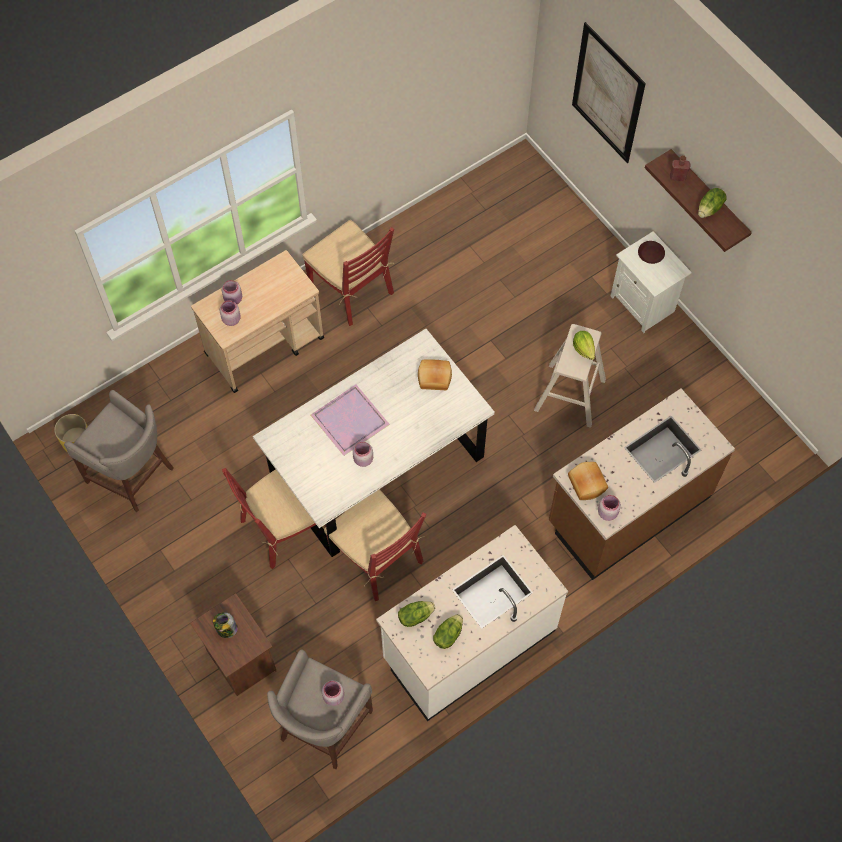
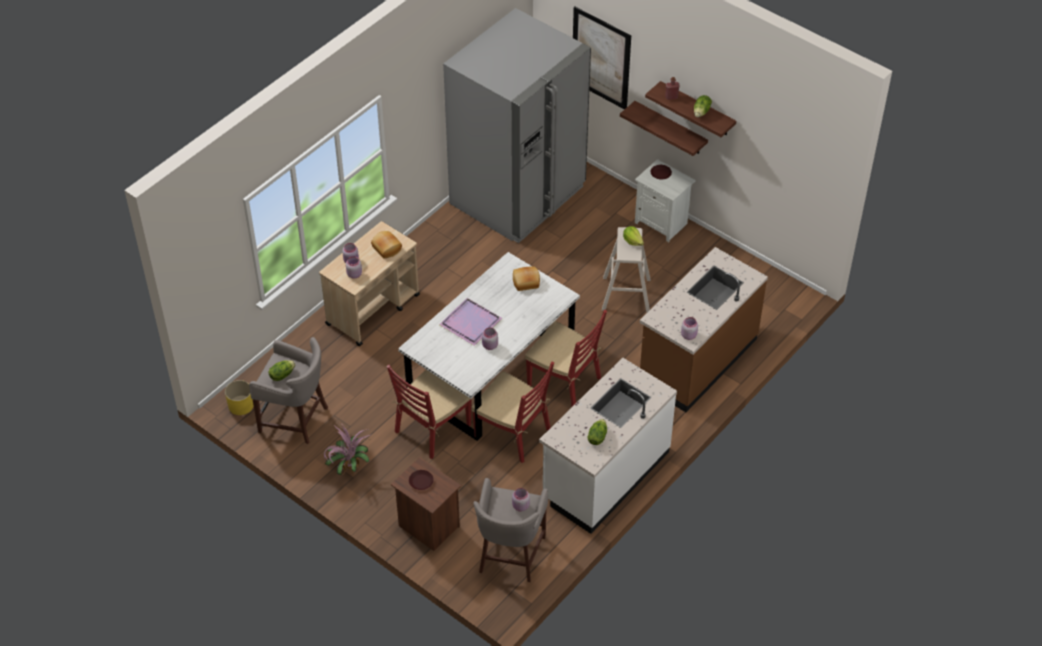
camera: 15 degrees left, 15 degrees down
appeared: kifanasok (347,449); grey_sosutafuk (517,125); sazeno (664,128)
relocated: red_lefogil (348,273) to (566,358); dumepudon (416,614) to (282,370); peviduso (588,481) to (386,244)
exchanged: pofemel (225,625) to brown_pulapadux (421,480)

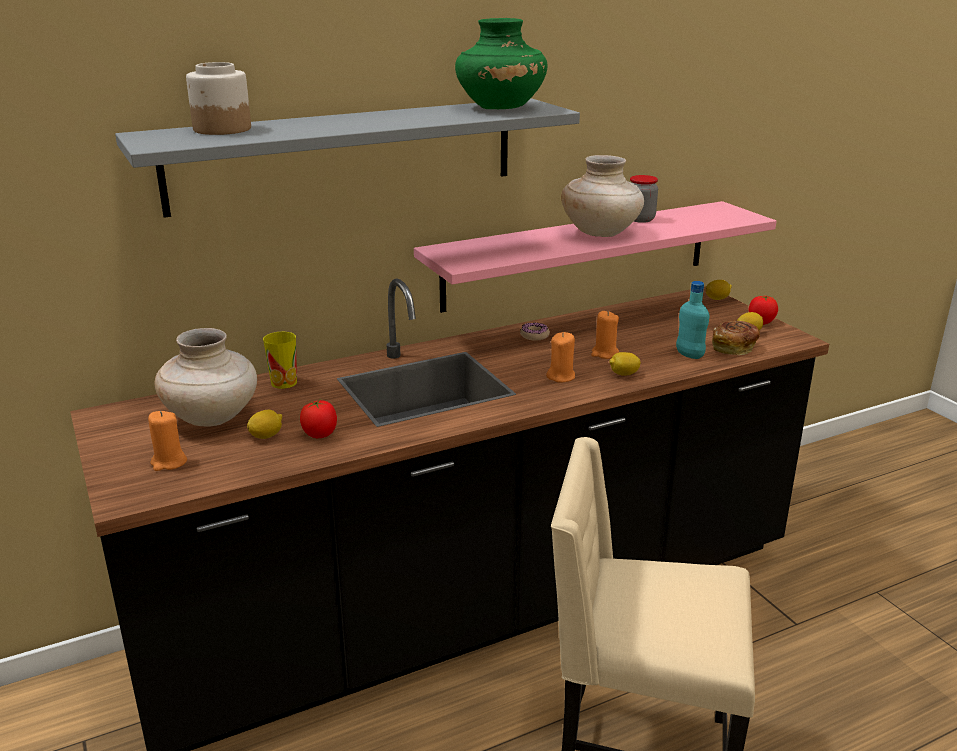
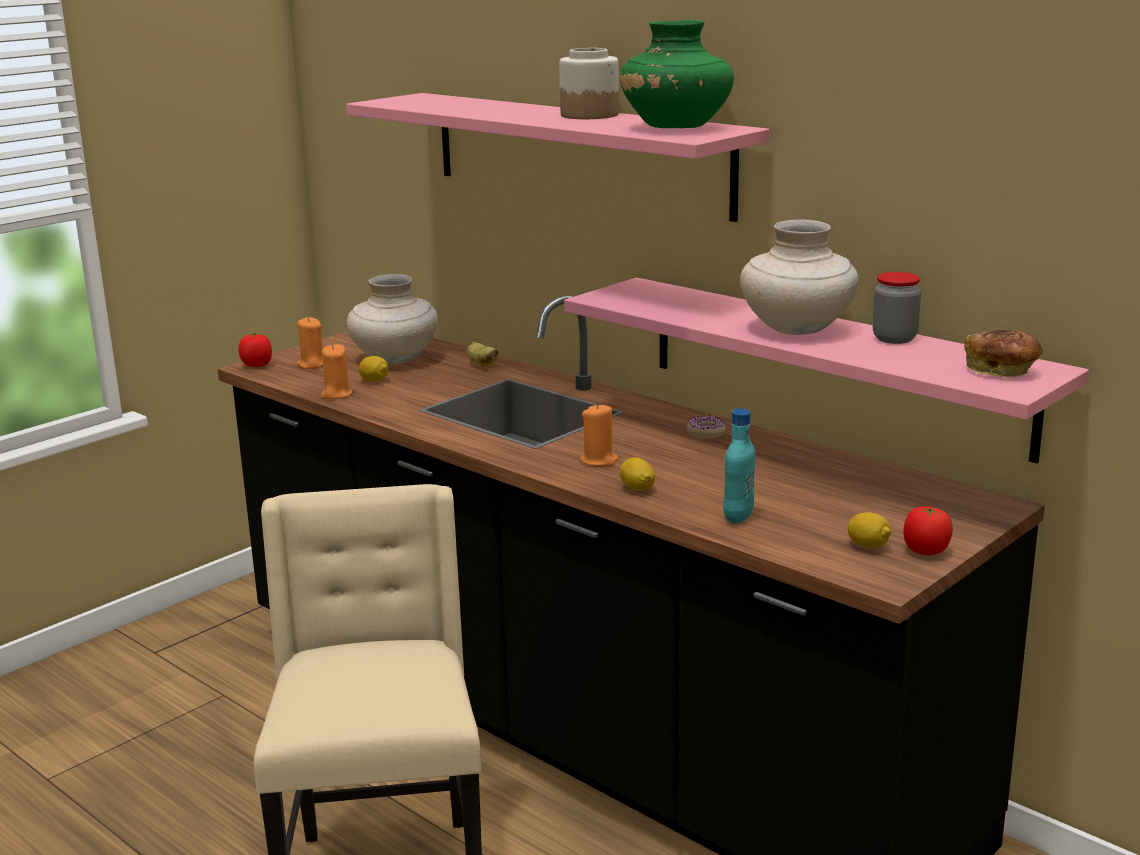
camera: 70 degrees right, 5 degrees down
missing: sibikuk (718,290)
relocated: pofemel (218,98) to (589,83); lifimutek (318,419) to (255,350); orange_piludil (605,335) to (336,372); peviduso (736,337) to (1003,353)
exchanged: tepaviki (280,360) to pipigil (483,354)
colour: grey_sazeno (347,158) to pink_sazeno (557,157)

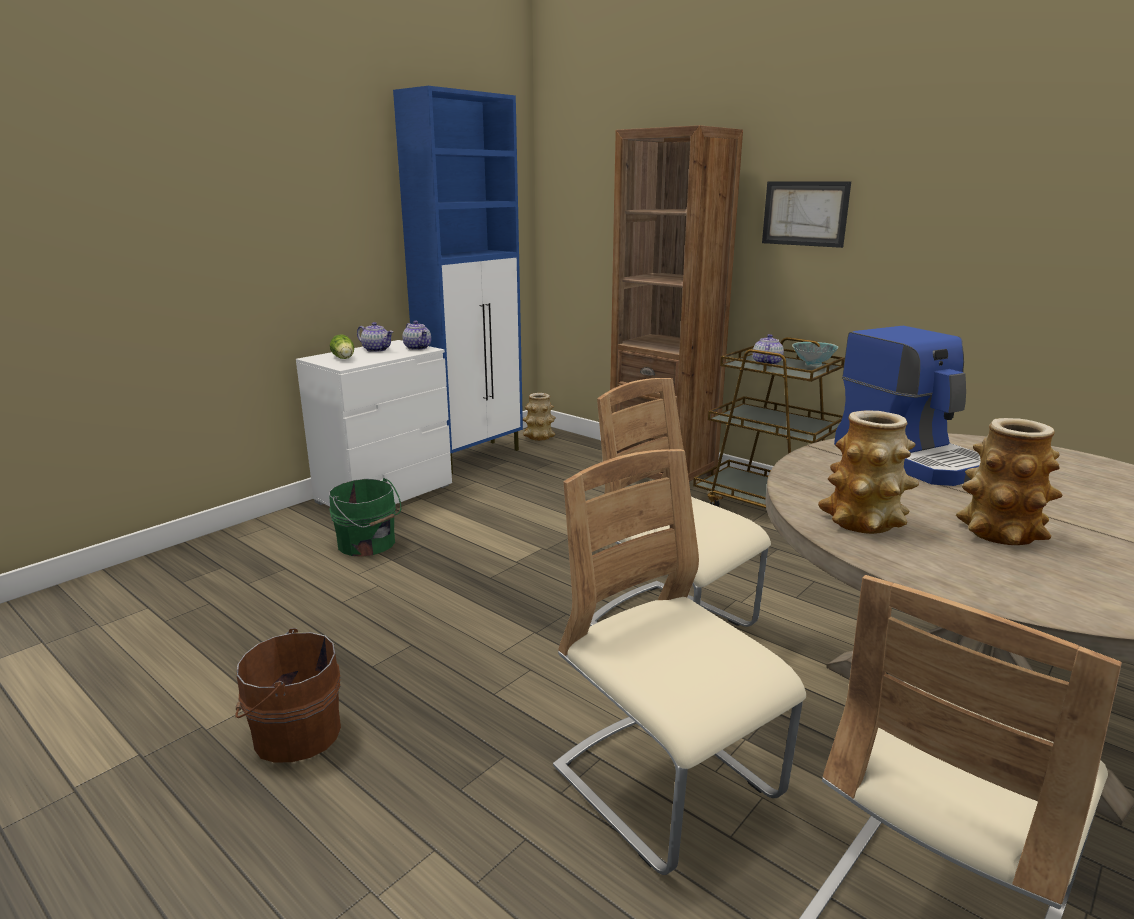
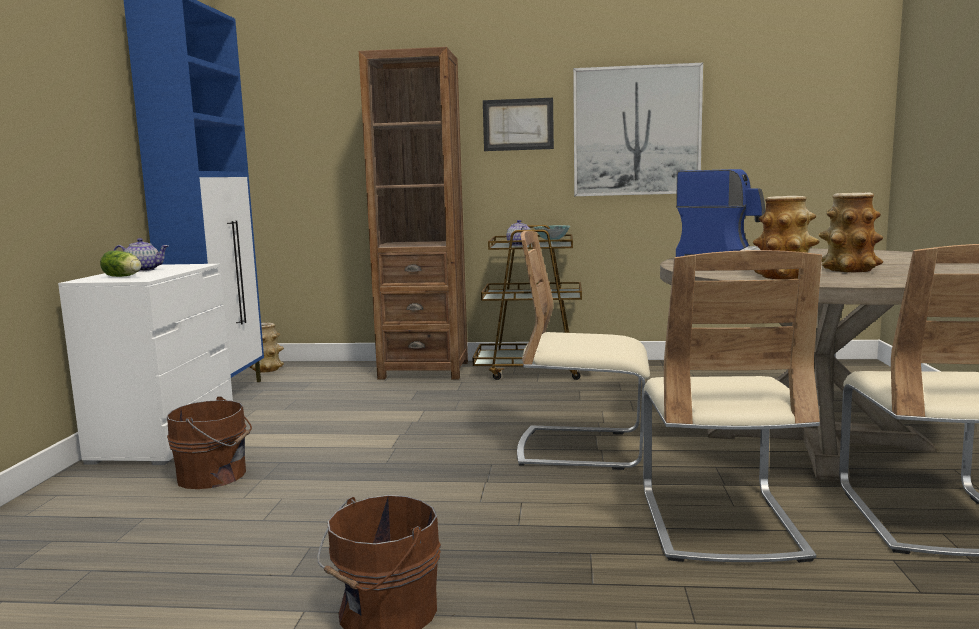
camera: 35 degrees left, 10 degrees down
missing: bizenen (416,335)
appeared: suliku (638,129)
colour: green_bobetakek (365,517) to brown_bobetakek (209,442)
spun: beige_lefogil (679,662) = (732,406) 105 degrees counterclockwise

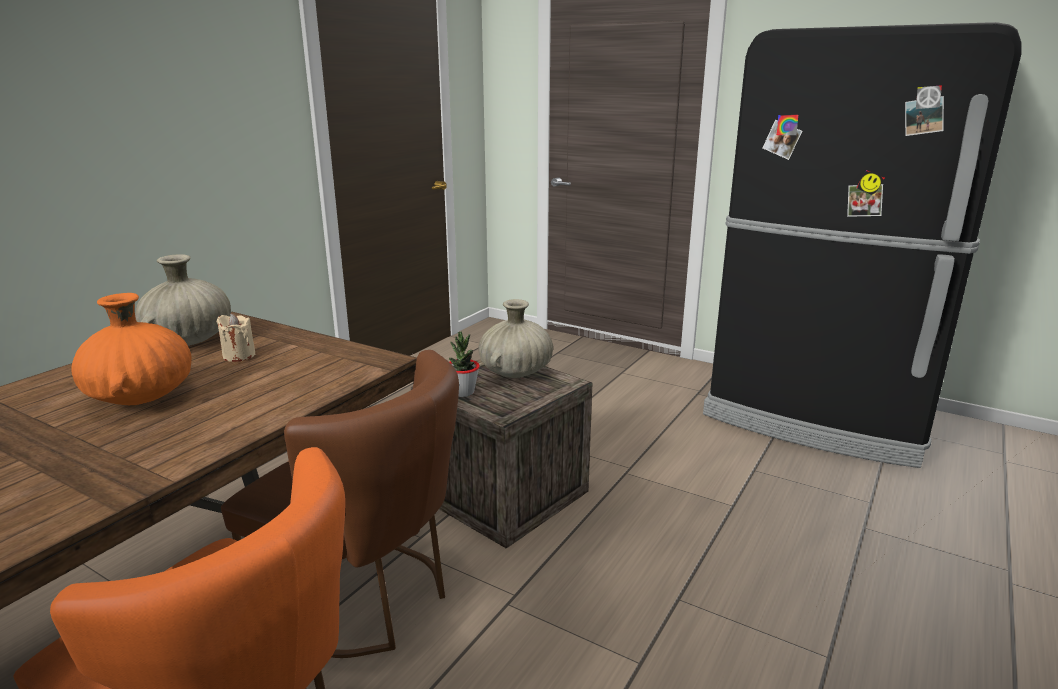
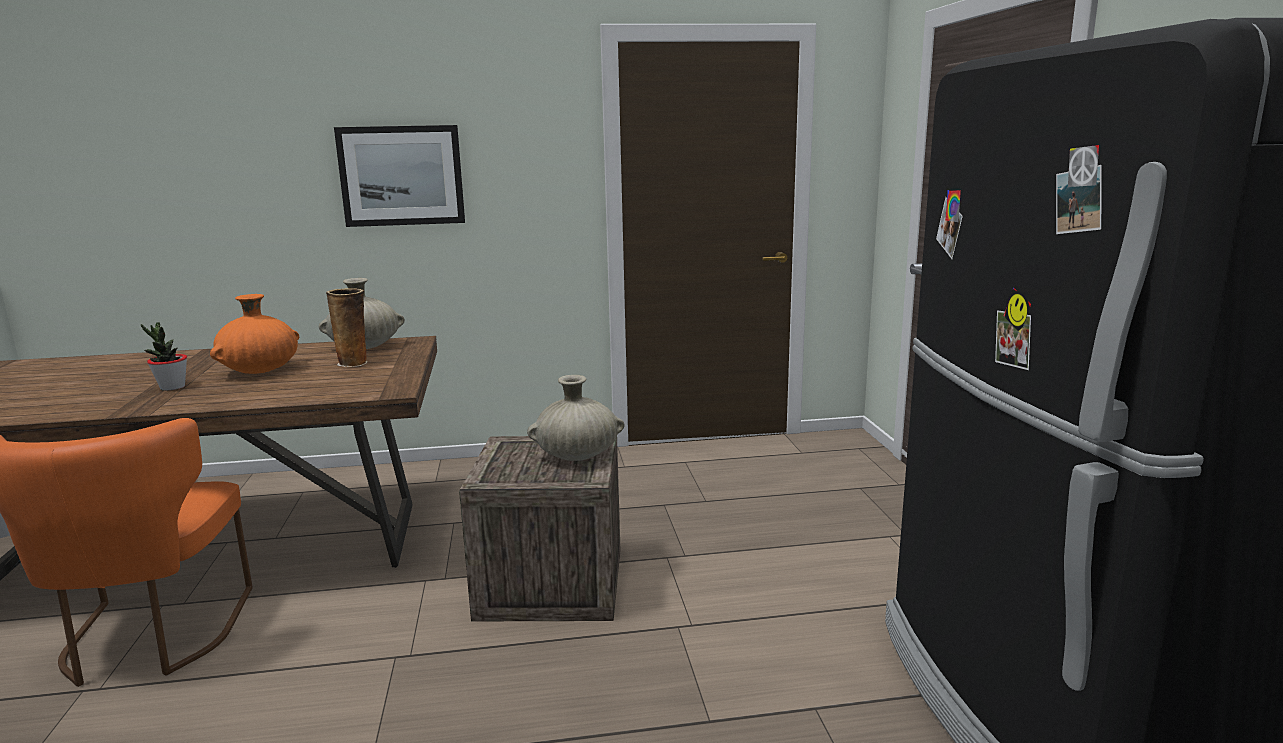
camera: 50 degrees right, 5 degrees down
missing: brown_lefogil (340,504)
appeared: suliku (399,176)
relocated: kifanasok (464,364) to (164,356)
exchanged: beige_piludil (236,338) to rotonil (347,327)

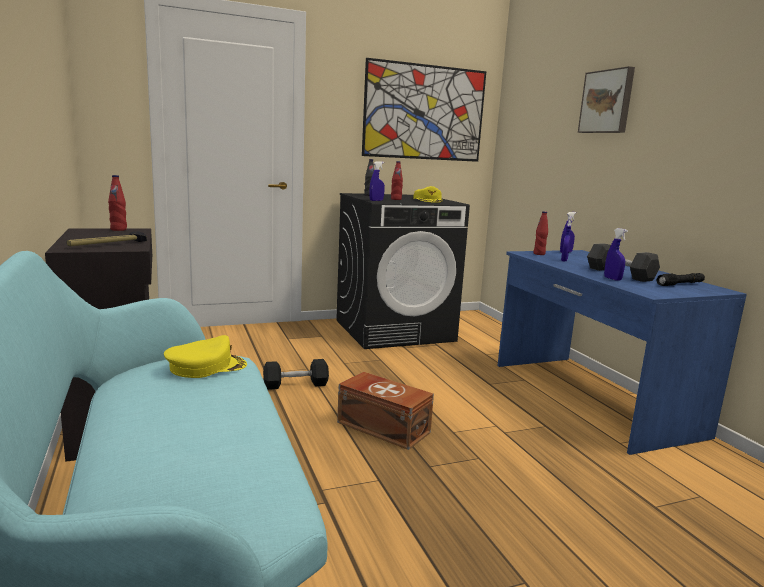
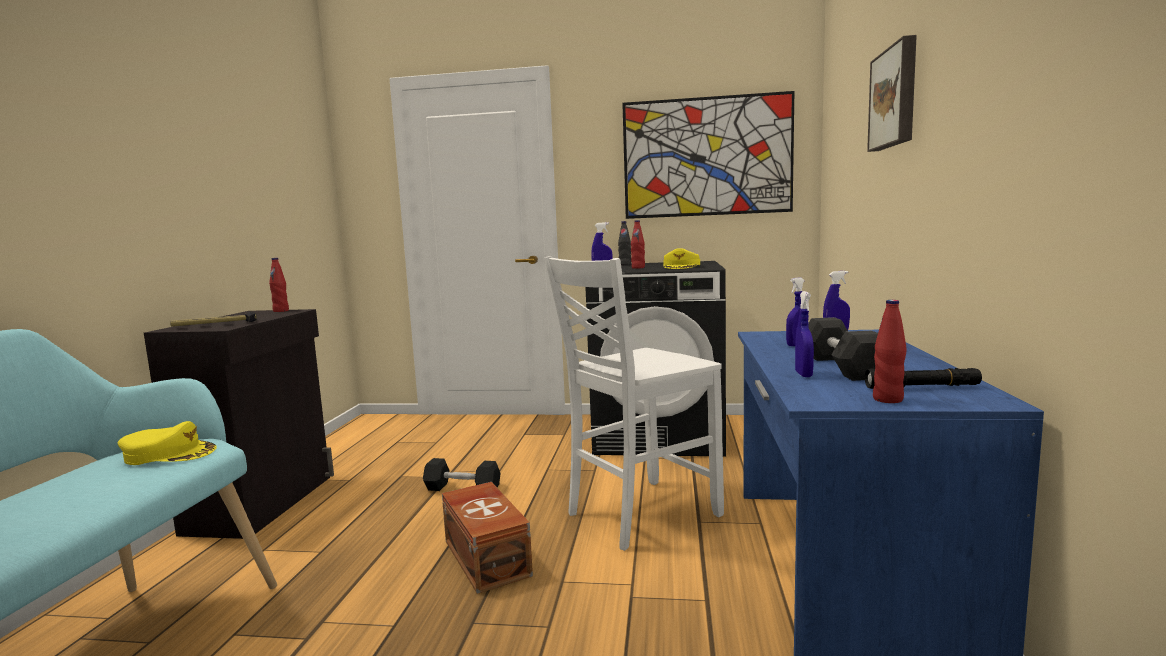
camera: 30 degrees right, 5 degrees down
appeared: white_lefogil (634,403)
relocated: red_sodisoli (540,233) to (889,351)

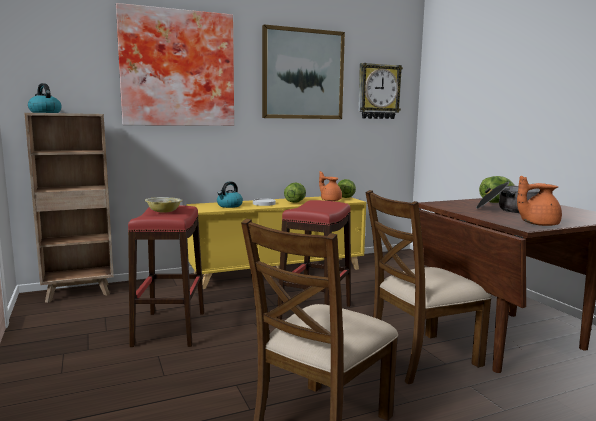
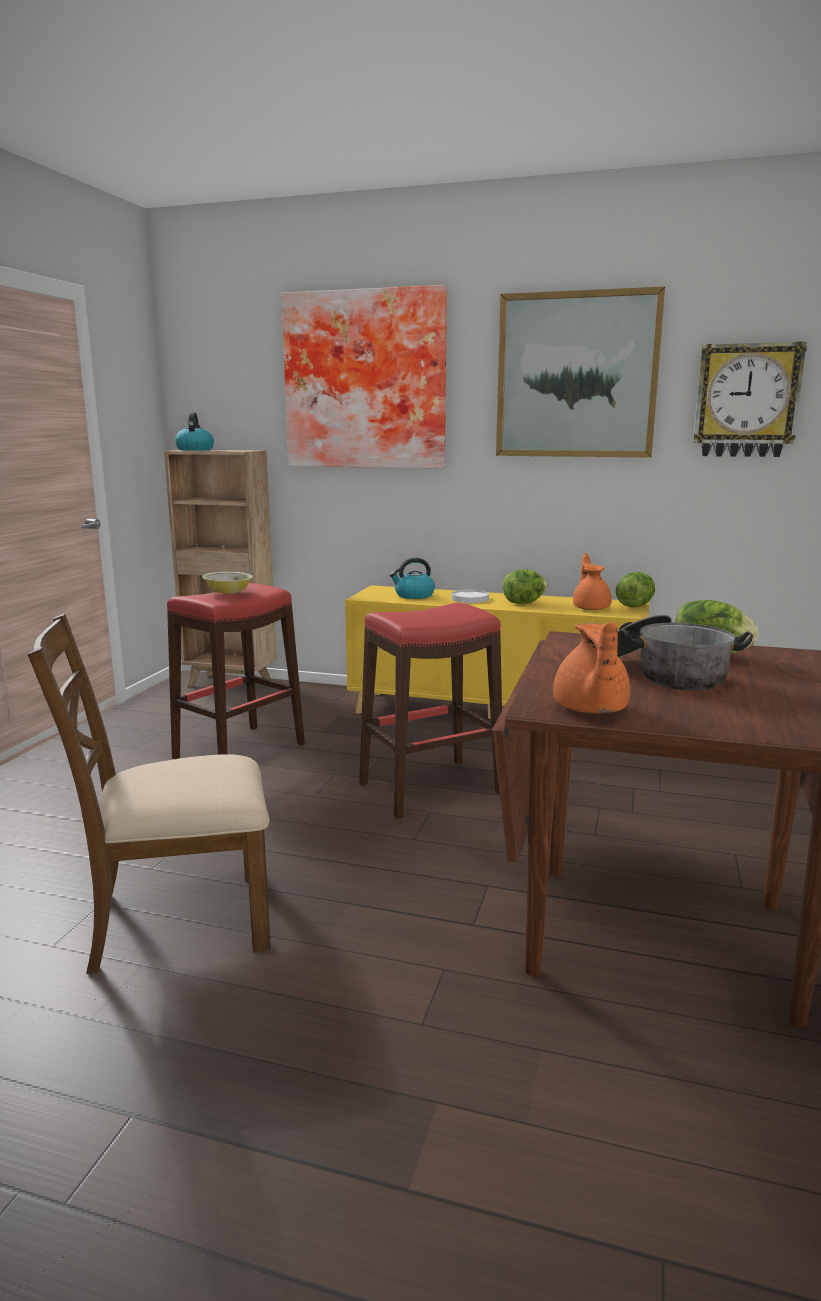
camera: 40 degrees right, 5 degrees up
missing: brown_lefogil (429,287)
spun: orange_bizenen (539,201) = (591,668) 120 degrees counterclockwise

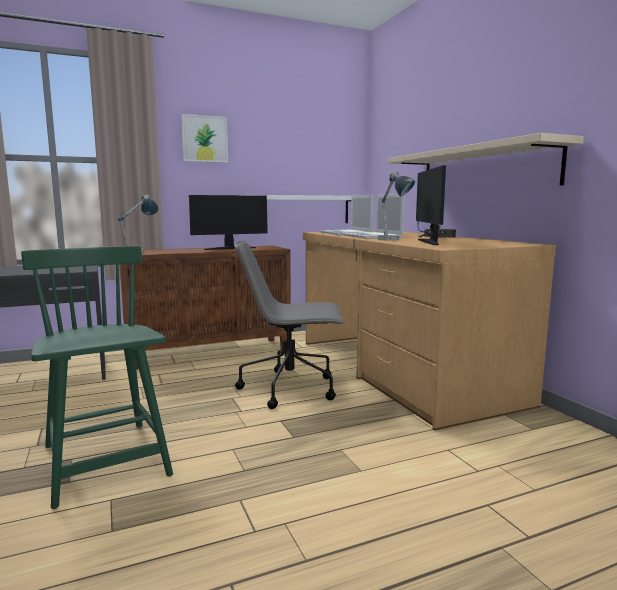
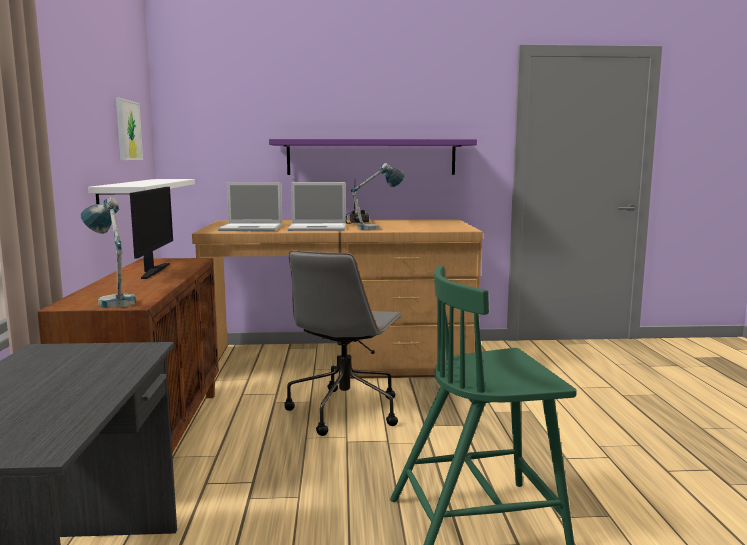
camera: 70 degrees left, 0 degrees up
missing: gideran (431,205)
relocated: suliku (204,138) to (129,129)
colour: beige_sazeno (486,159) to purple_sazeno (373,157)

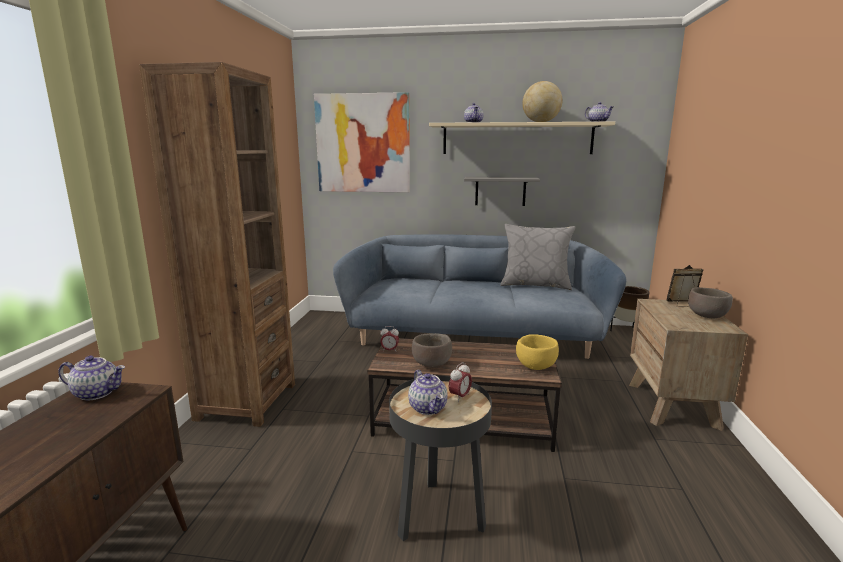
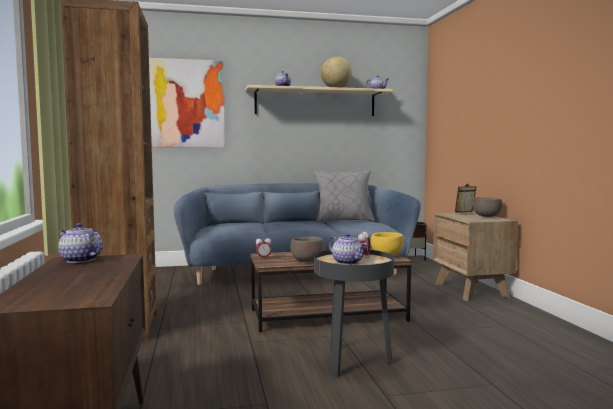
camera: 20 degrees left, 10 degrees down
missing: grey_sazeno (502,191)
spun: bizenen (91,378) = (81,243) 135 degrees counterclockwise

